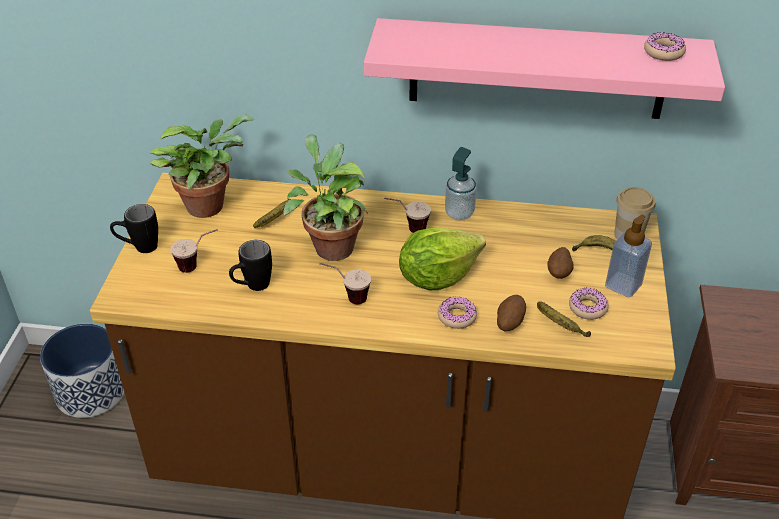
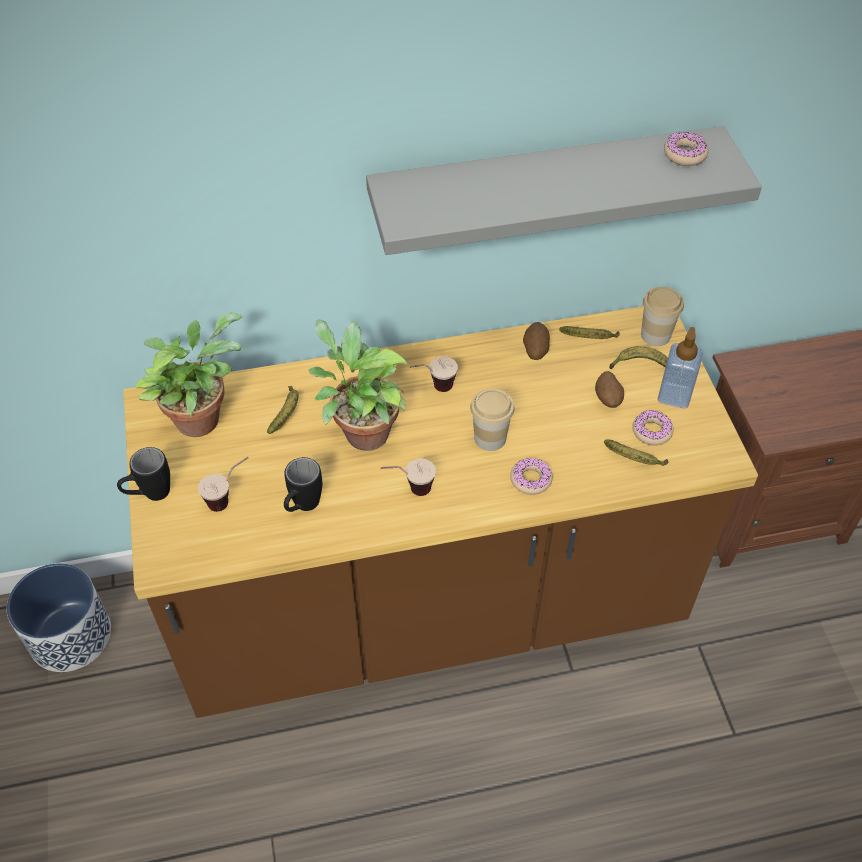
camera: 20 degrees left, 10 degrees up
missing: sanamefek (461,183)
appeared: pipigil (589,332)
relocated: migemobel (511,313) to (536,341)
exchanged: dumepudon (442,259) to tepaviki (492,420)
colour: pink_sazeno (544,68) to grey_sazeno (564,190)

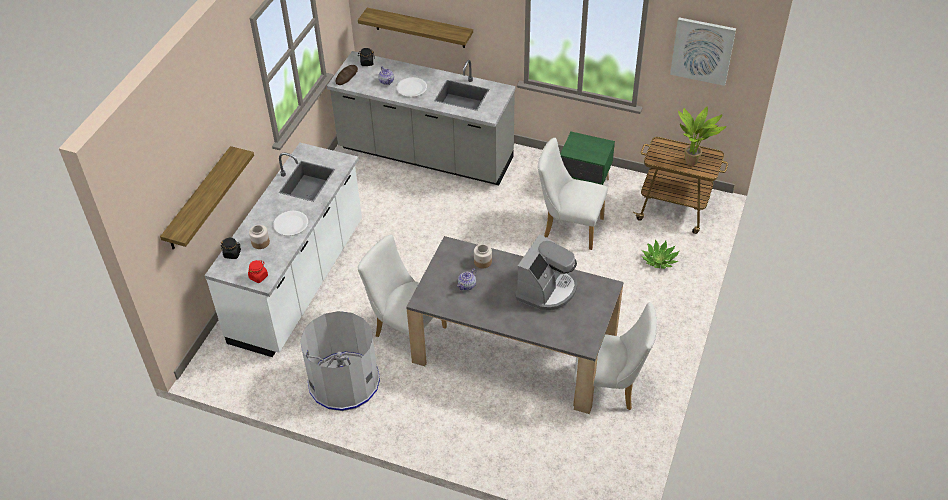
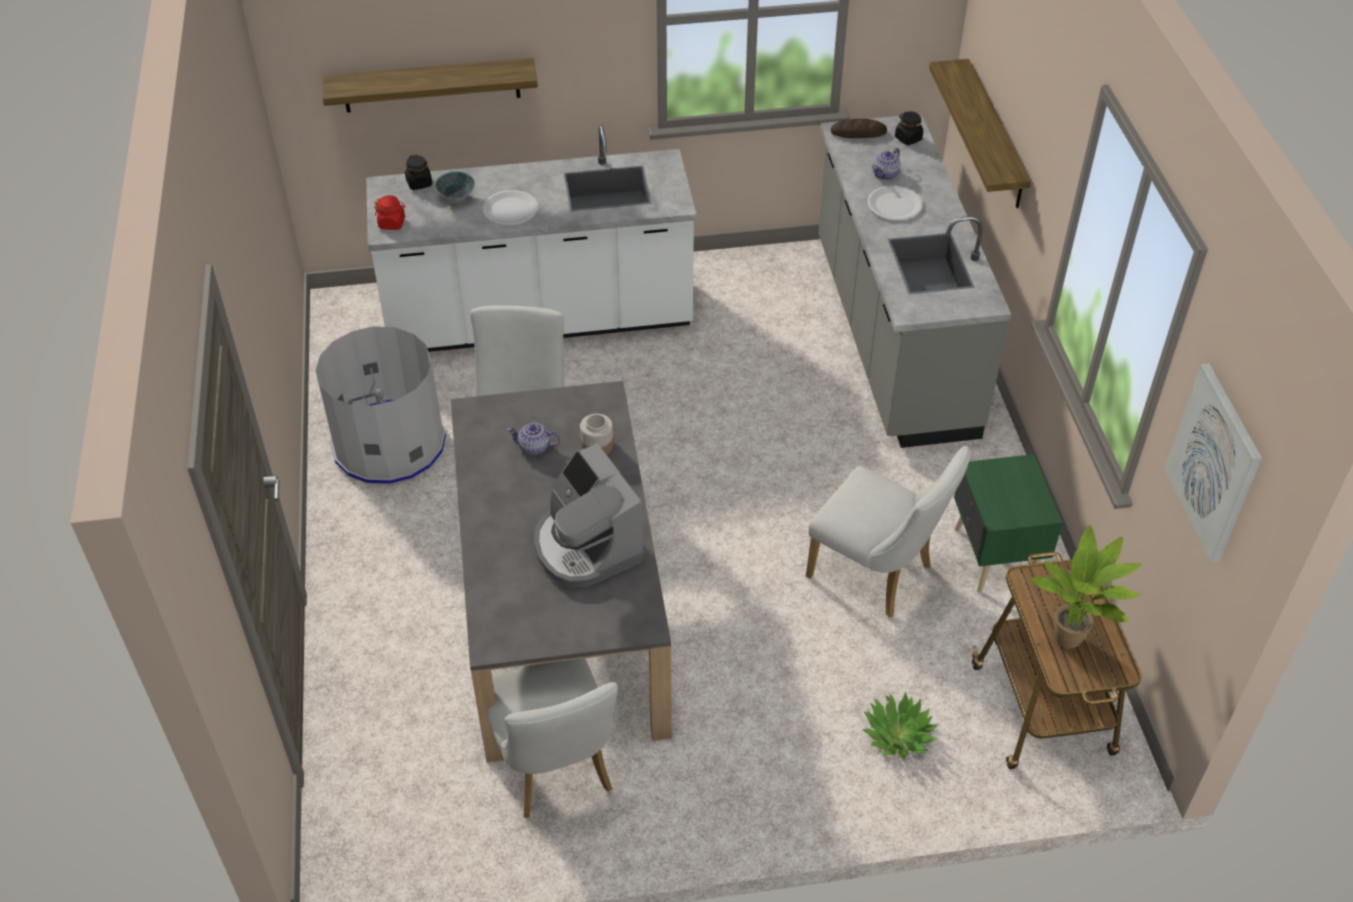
camera: 60 degrees right, 0 degrees up
exchanged: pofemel (259,237) to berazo (455,186)
spun: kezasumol (546,272) = (590,515) 60 degrees clockwise; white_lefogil (573,194) = (888,532) 135 degrees clockwise

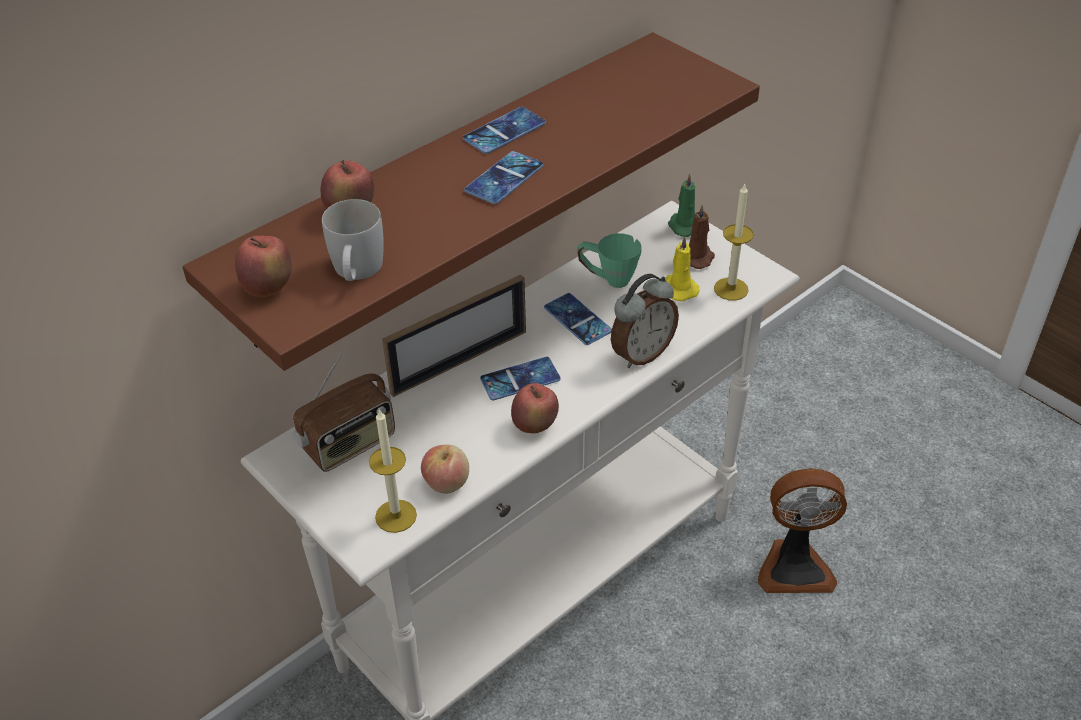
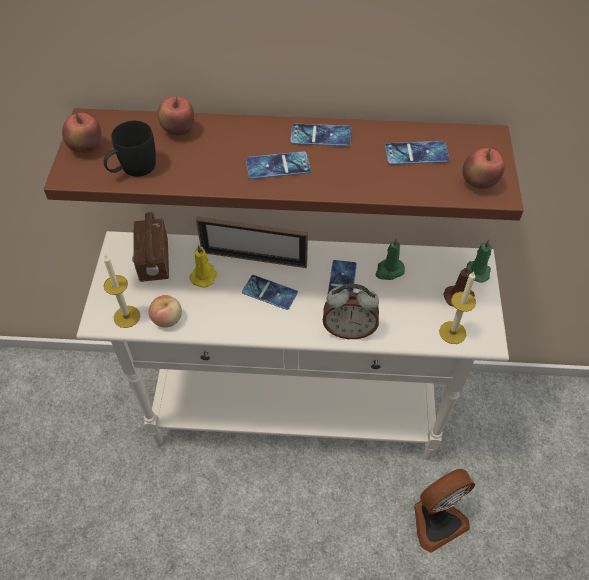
camera: 45 degrees right, 10 degrees up
appeared: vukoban (417,153)
relocated: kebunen (535,408) to (483,168); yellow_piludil (682,268) to (203,266)
exchanged: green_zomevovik (609,260) to green_piludil (390,259)
colour: white_zomevovik (353,240) to black_zomevovik (130,149)
spun: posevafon (344,412) = (150,247) 75 degrees clockwise; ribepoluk (802,530) = (444,511) 75 degrees counterclockwise

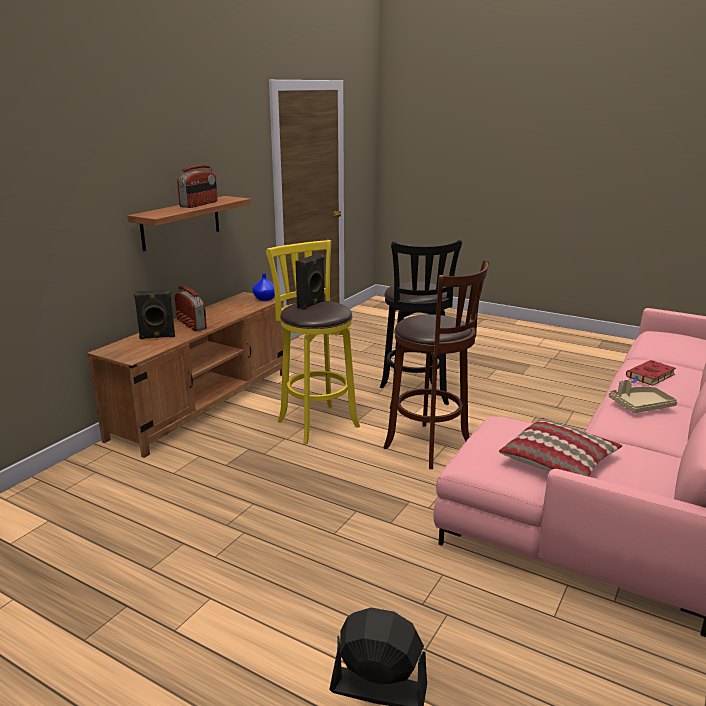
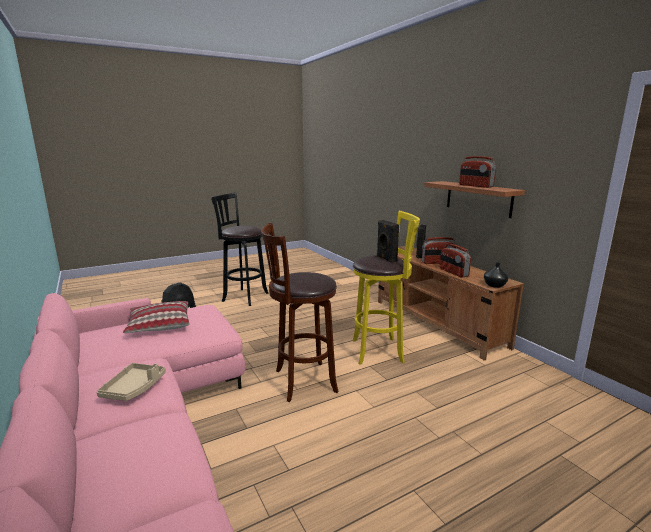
camera: 120 degrees right, 5 degrees down
missing: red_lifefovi (651,373)
appeared: posevafon (455,260)
relocated: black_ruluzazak (421,323) to (240,249)
colour: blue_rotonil (263,287) to black_rotonil (496,275)

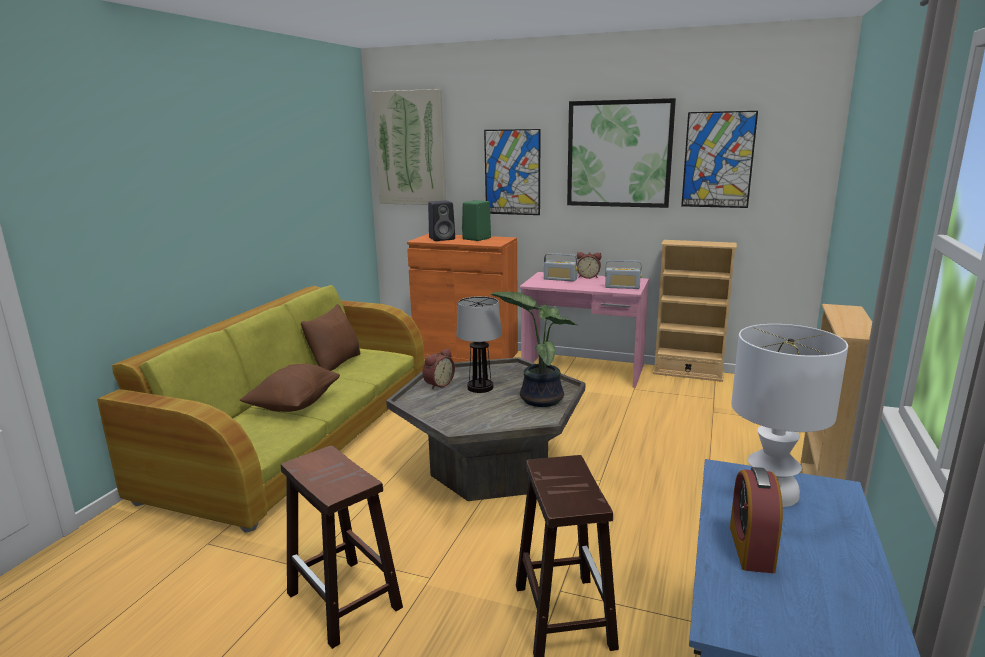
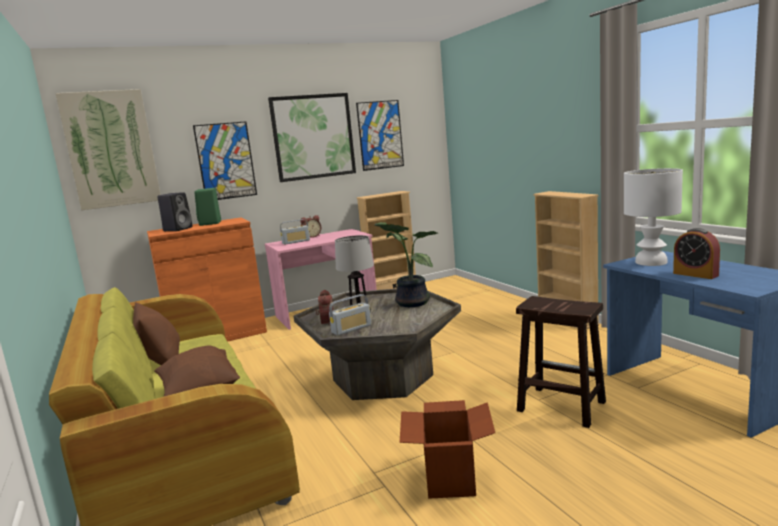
camera: 45 degrees left, 5 degrees down
relocated: posevafon (623,274) to (350,315)
exchanged: brown_ruluzazak (342,547) to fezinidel (447,449)

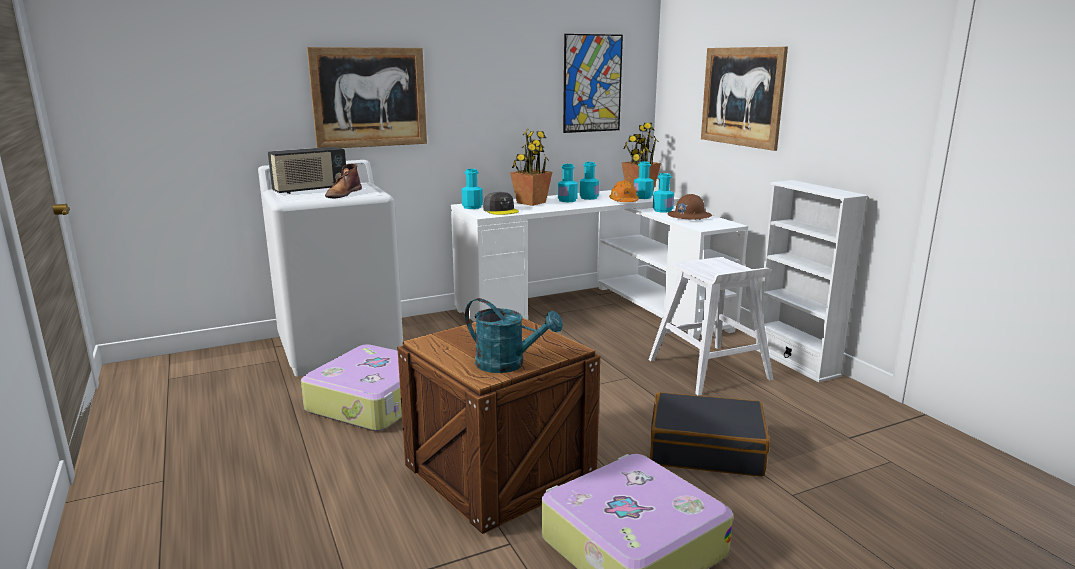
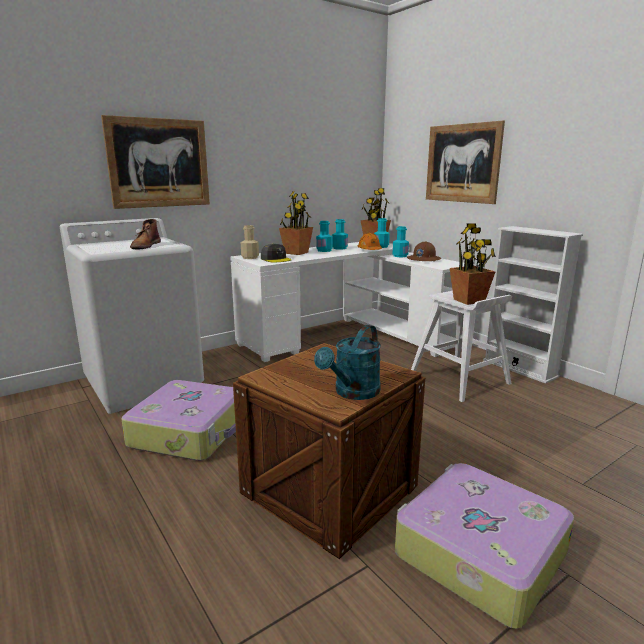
camera: 10 degrees left, 0 degrees up
missing: posevafon (307,170); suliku (593,83); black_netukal (710,434)
appeared: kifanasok (473,264)
colour: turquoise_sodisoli (472,189) to beige_sodisoli (250,242)
spun: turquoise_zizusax (514,335) = (347,362) 105 degrees clockwise

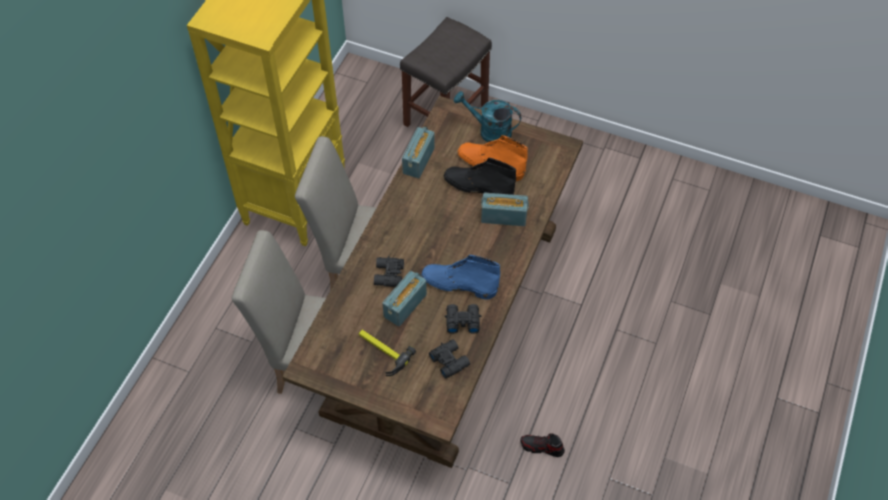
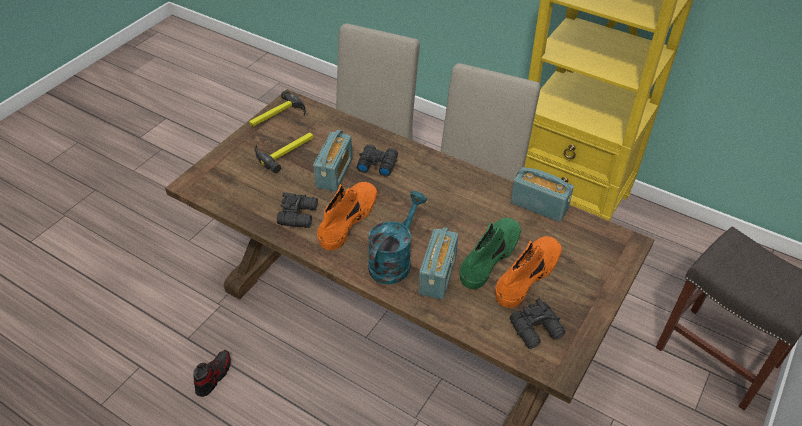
camera: 100 degrees right, 10 degrees down
appeared: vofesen (277,108)
relocated: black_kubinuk (449,359) to (537,323); turquoise_zizusax (487,116) to (397,237)
colour: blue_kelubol (460,277) to orange_kelubol (347,216); black_kelubol (480,176) to green_kelubol (490,253)
spun: posevafon (404,298) = (333,160) 60 degrees clockwise

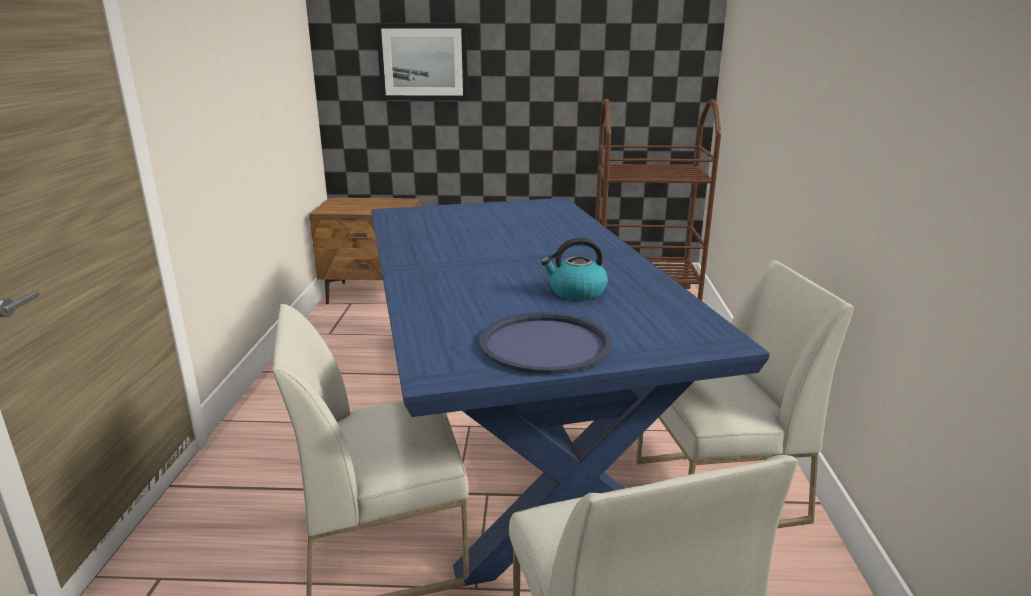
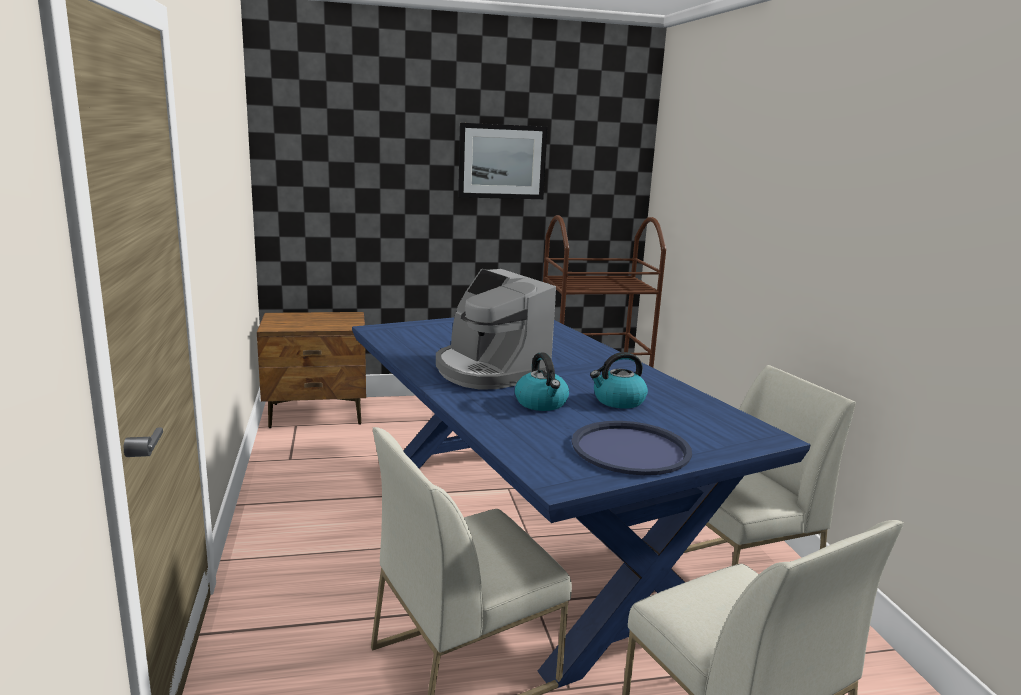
camera: 15 degrees left, 5 degrees down
appeared: kezasumol (496,329); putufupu (542,382)
relocated: suliku (422,62) to (503,161)

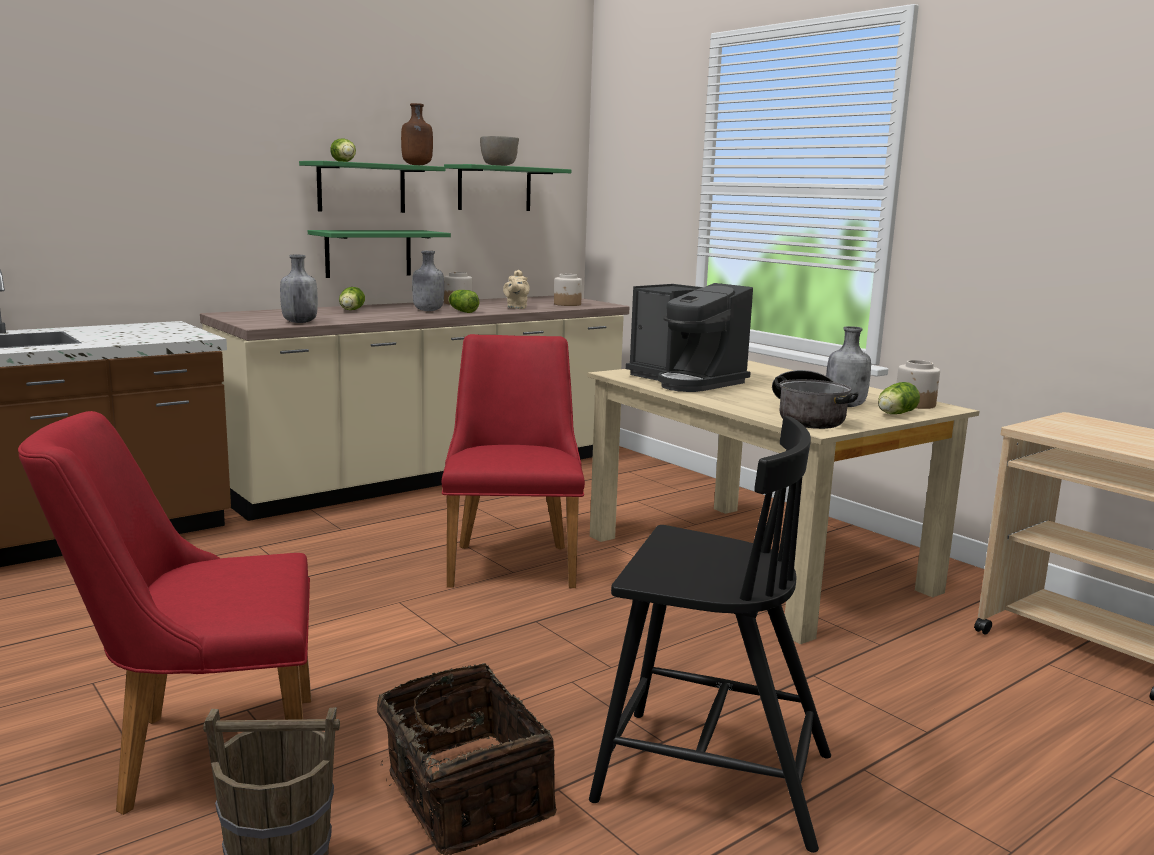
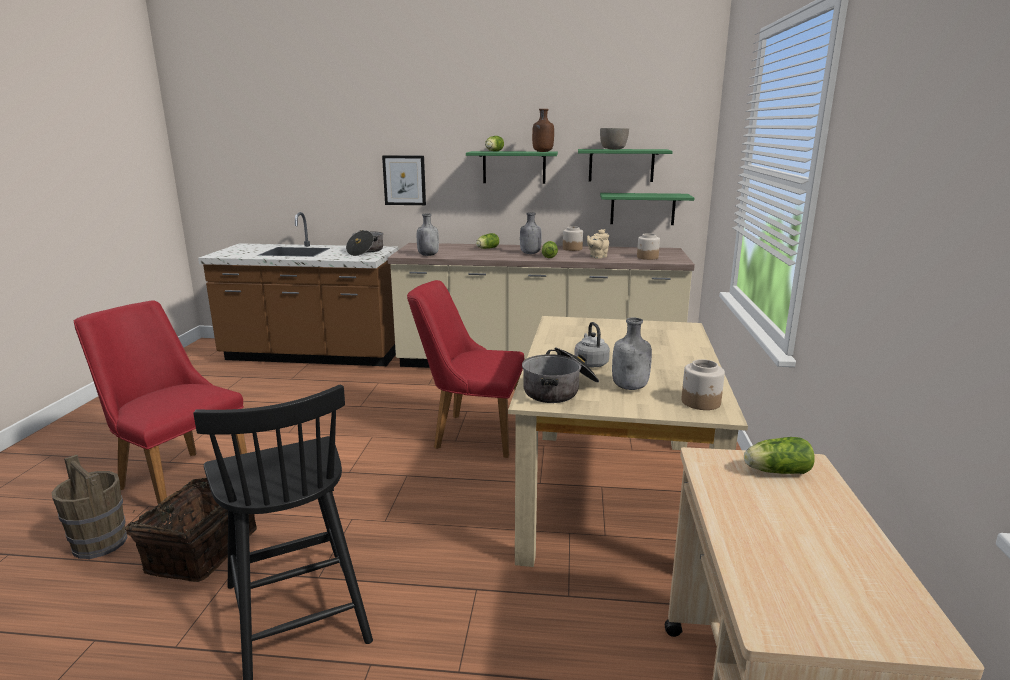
camera: 45 degrees right, 5 degrees up
missing: kezasumol (689,337)
appeared: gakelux (364,243); suliku (404,180); grey_putufupu (592,344)
relocated: green_sazeno (379,254) to (647,209); dumepudon (899,398) to (779,455)
spun: red_lefogil (513,461) = (465,369) 120 degrees counterclockwise

